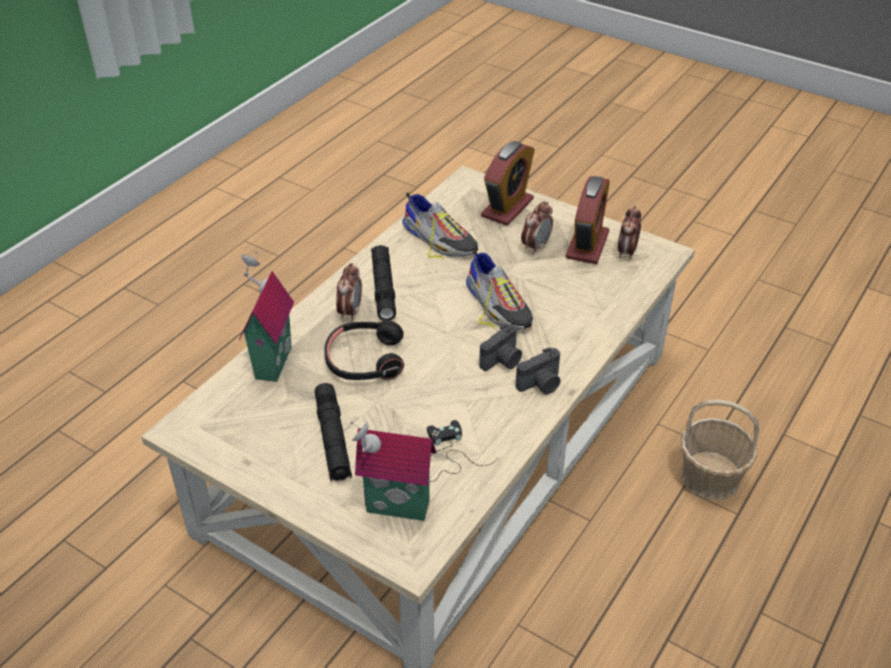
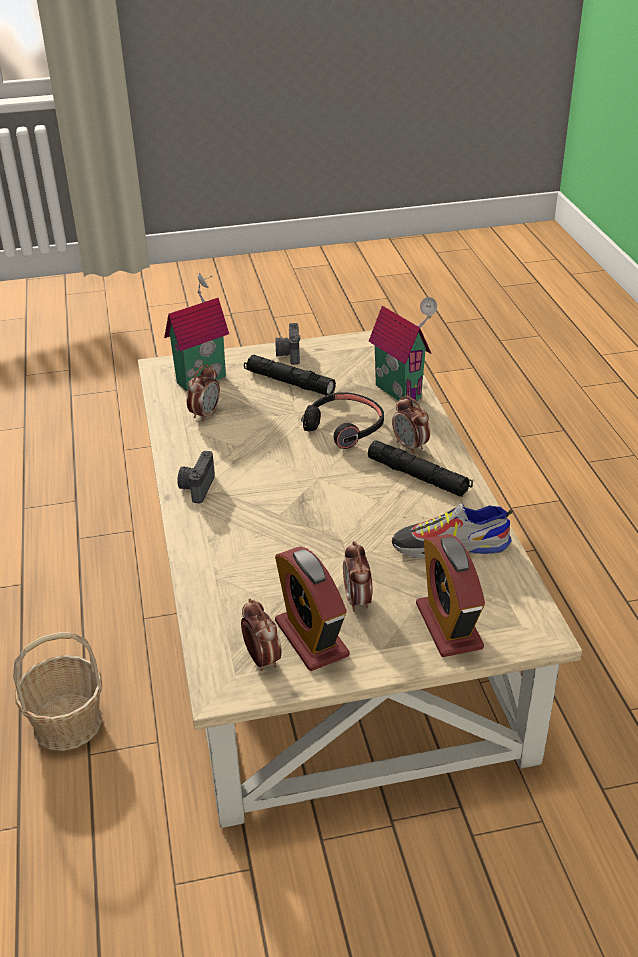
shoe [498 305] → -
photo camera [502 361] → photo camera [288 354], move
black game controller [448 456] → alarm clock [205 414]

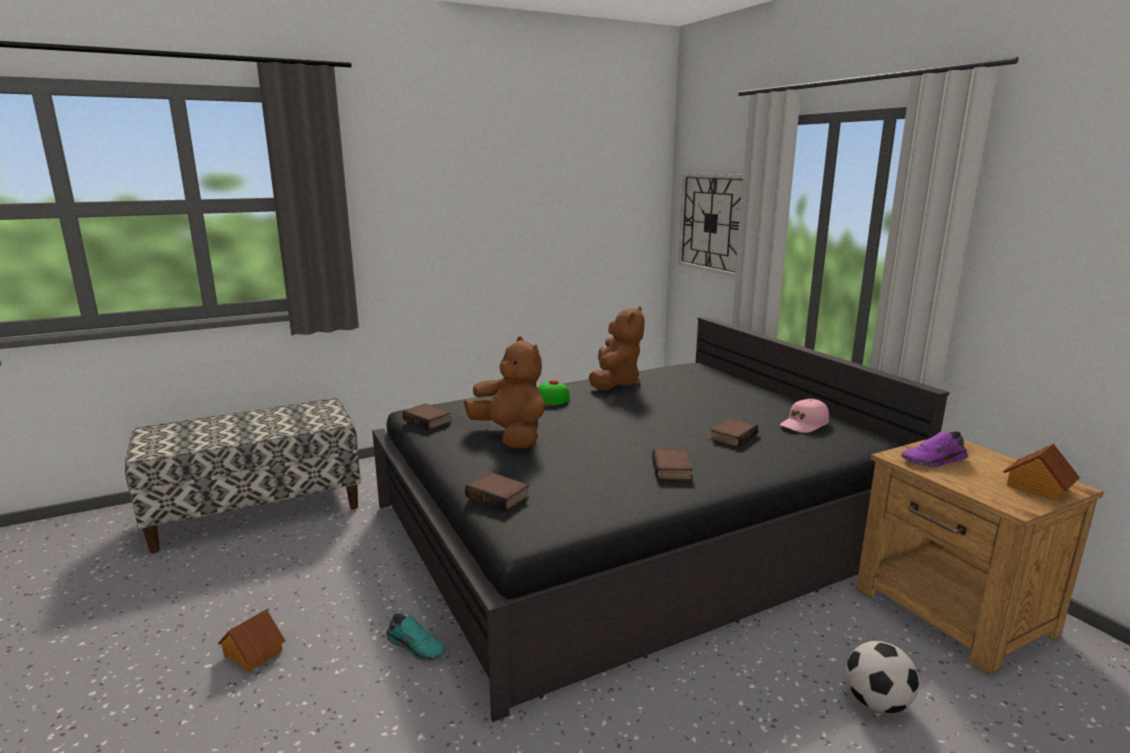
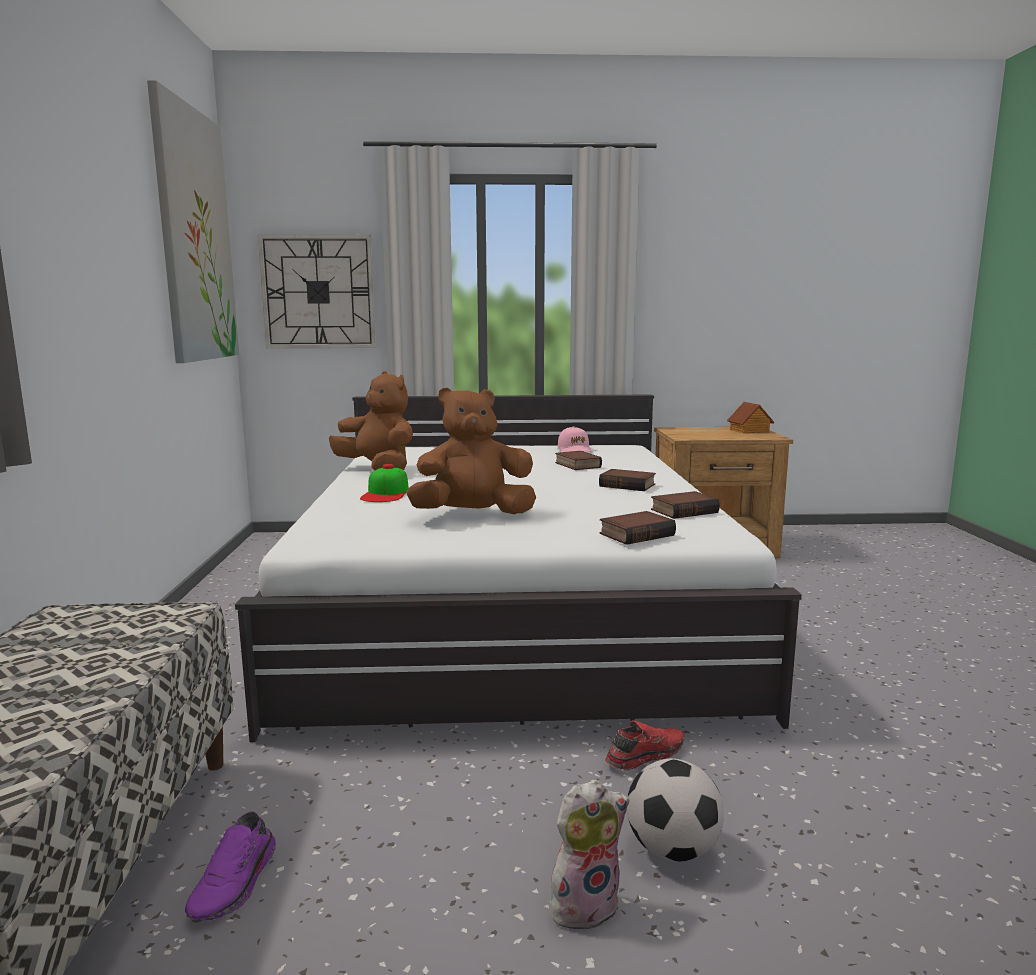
- → picture [195 236]
book [429 421] → book [684 510], move
football [876 702] → football [672 849], move
purple shoe [934 461] → purple shoe [236 884], move
toy house [252 653] → plush toy [584 904]
black bed [632 530] → white bed [511 604]
turquoise shoe [417 646] → red shoe [644 755]

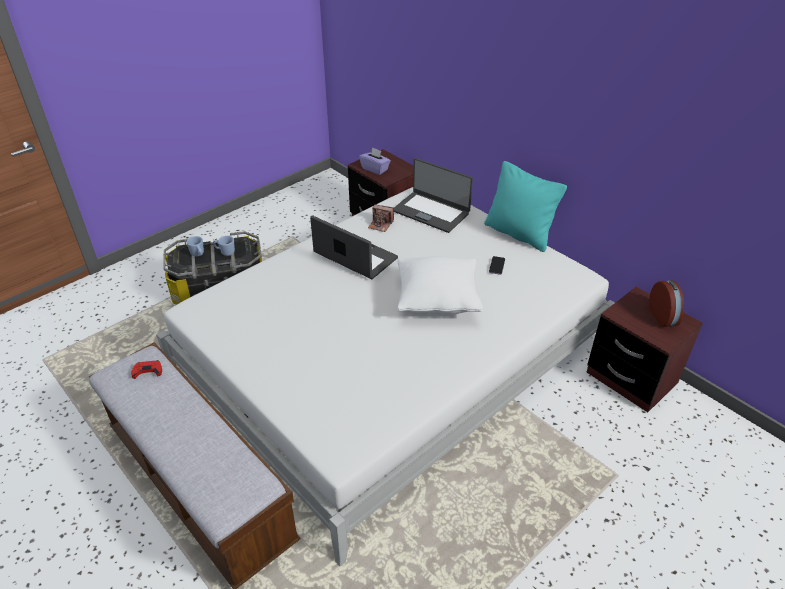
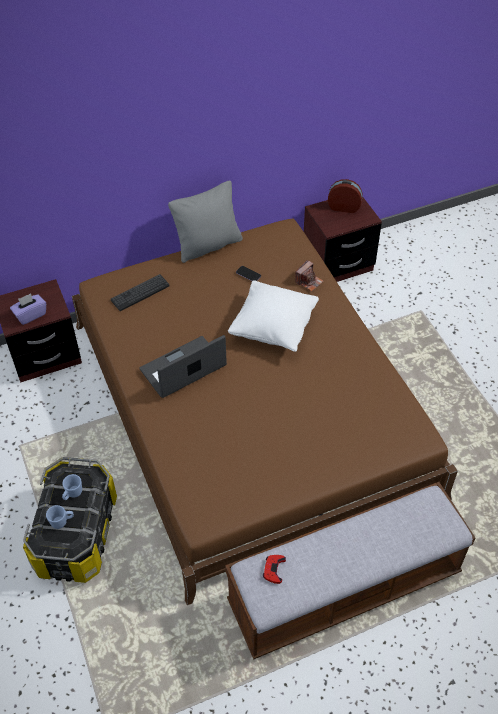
photo camera [380 224] → photo camera [309 281], move
laptop [431 212] → keyboard [140 293]
white bed [391 356] → brown bed [249 407]
turquoise pillow [519 234] → grey pillow [208 245]

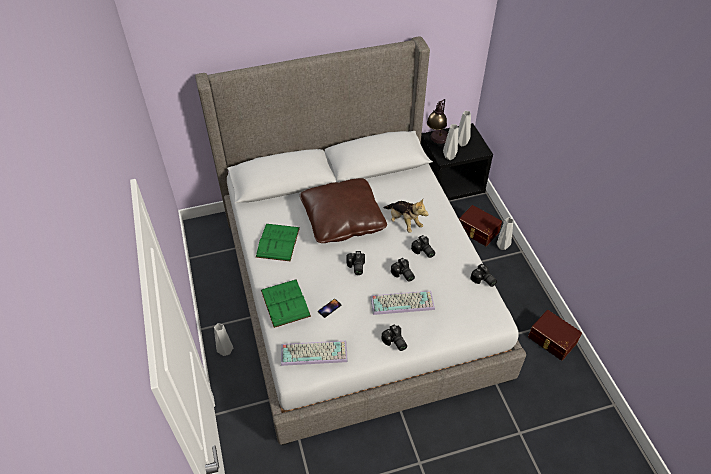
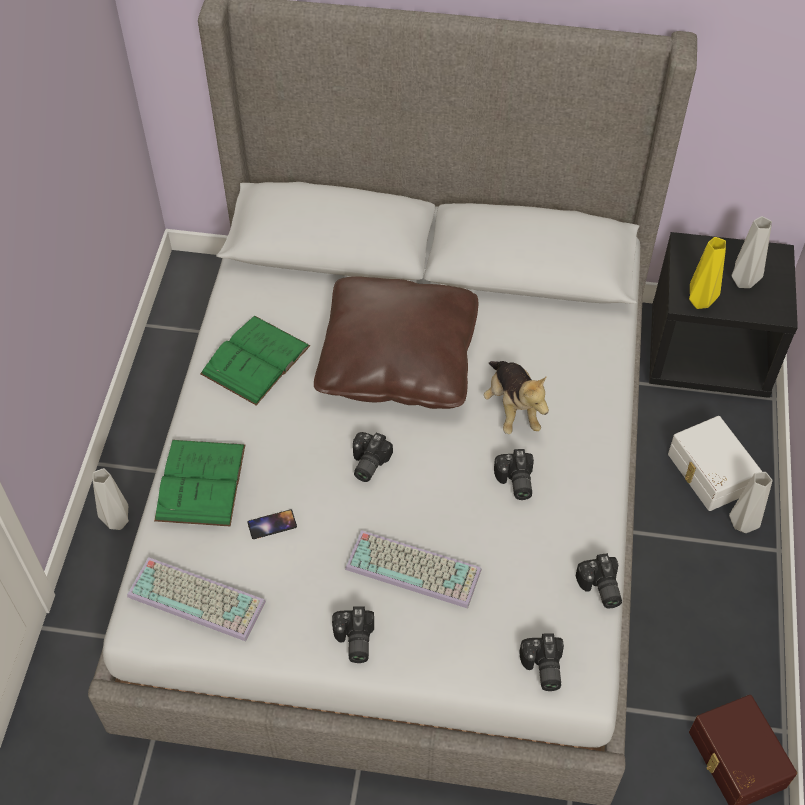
table lamp [437 141] → -
photo camera [403 275] → photo camera [541 669], move
grey vase [449 157] → yellow vase [699 302]
brown storage box [477 231] → white storage box [709 473]

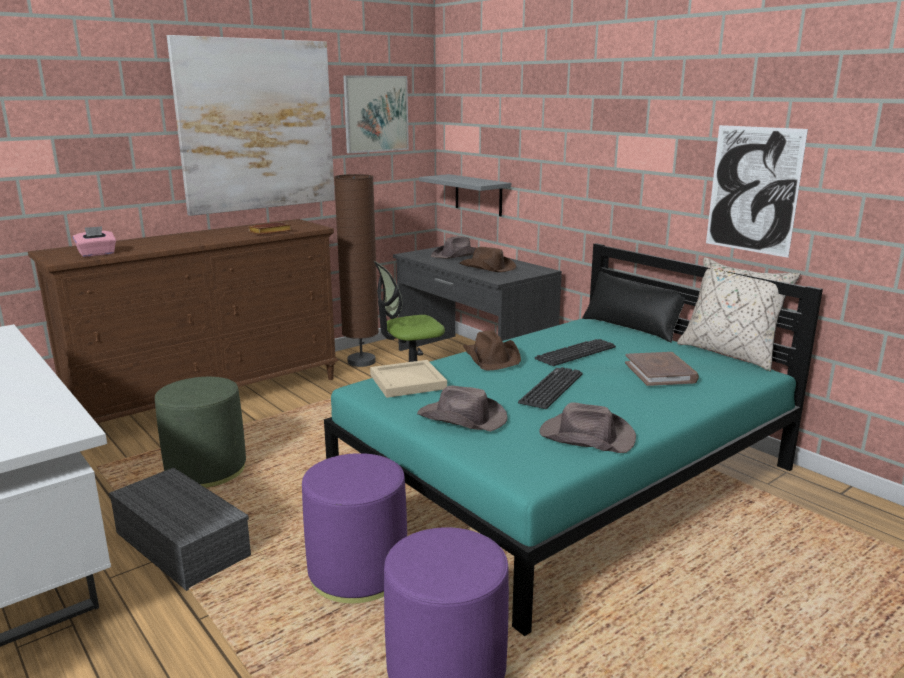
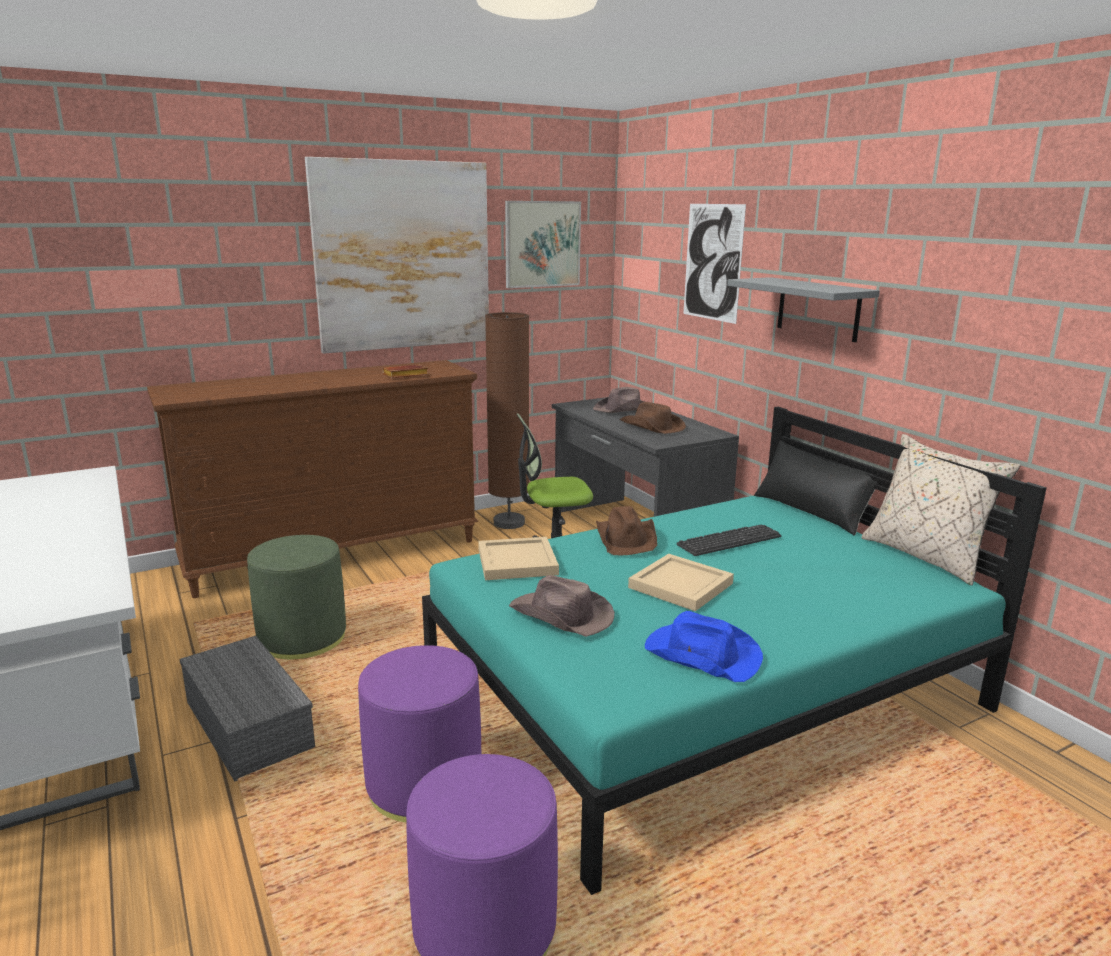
pink tissue box [97 254] → -
brown book [660 372] → -
grey shelf [478 195] → grey shelf [818 309], move
picture [753 190] → picture [712 262], move
keyboard [551 388] → beige tray [682 585]
brown hat [586 436] → blue hat [701 654]

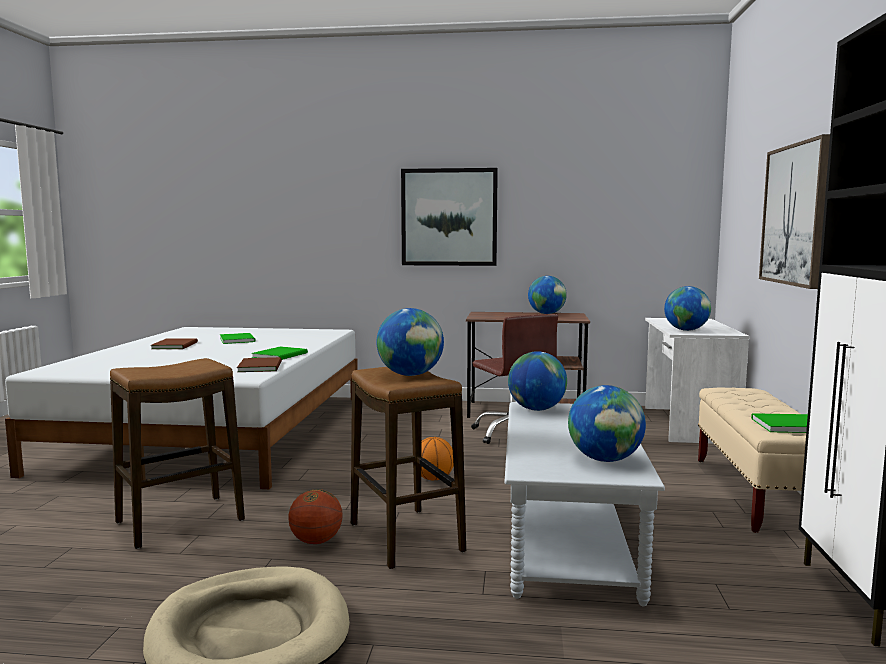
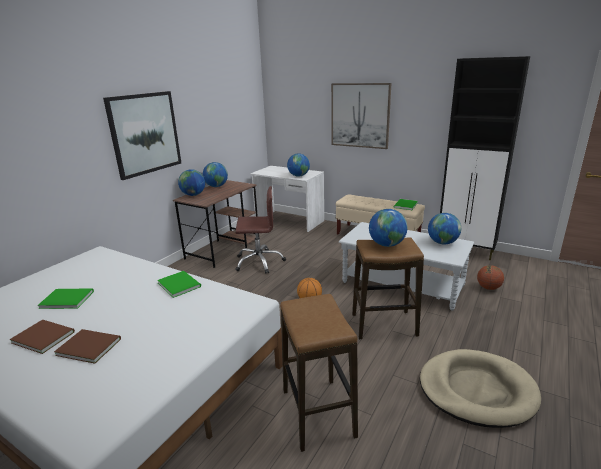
brown book [261 366] → brown book [88 346], move
basketball [316 541] → basketball [488 288], move
globe [536 409] → globe [193 195], move

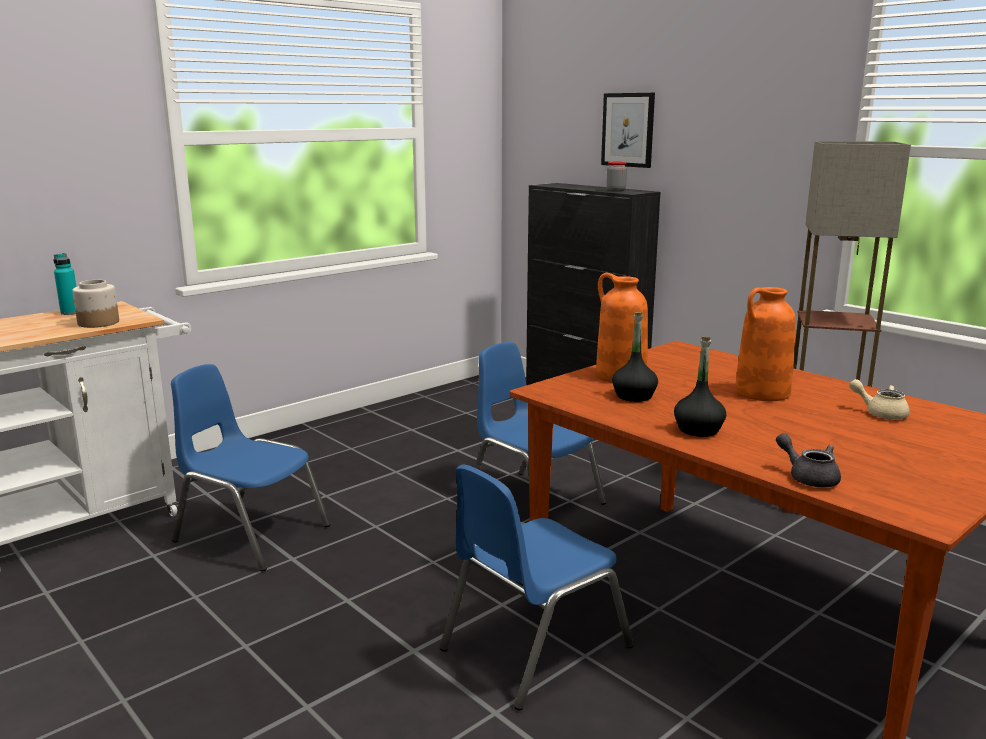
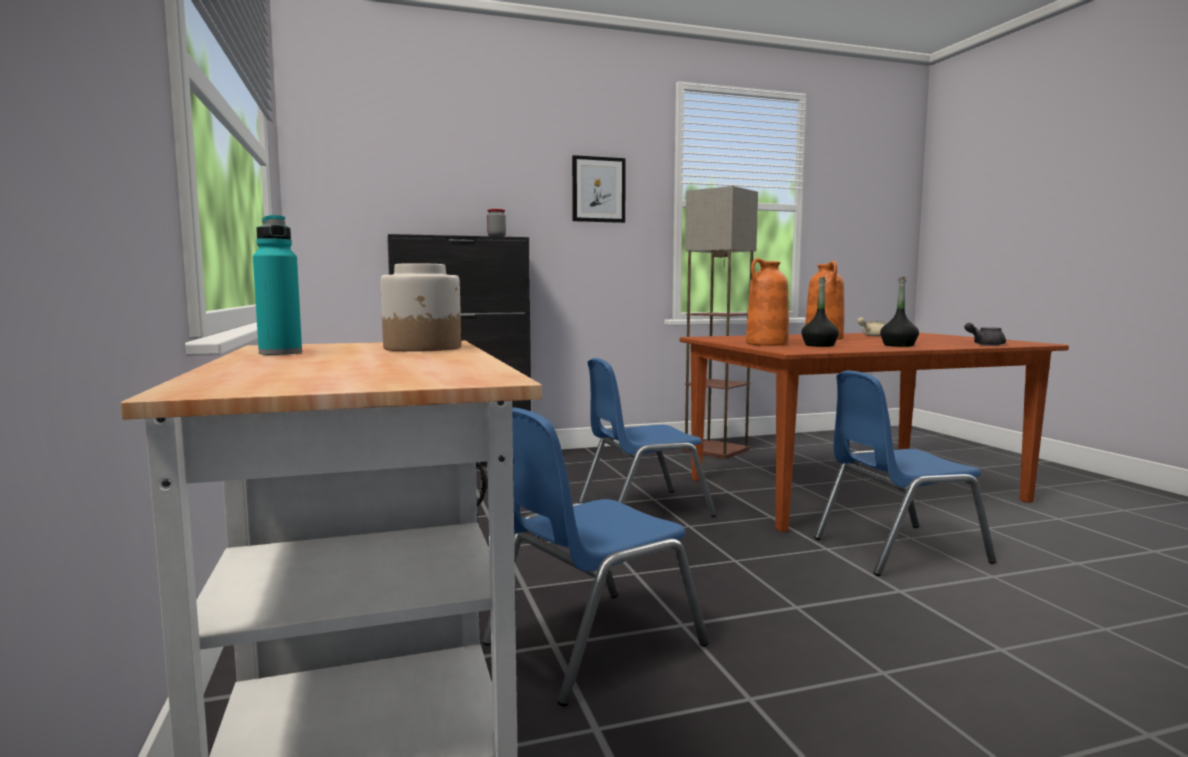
picture [628 130] → picture [598 189], move
blue chair [533 647] → blue chair [898 550], 90 degrees clockwise

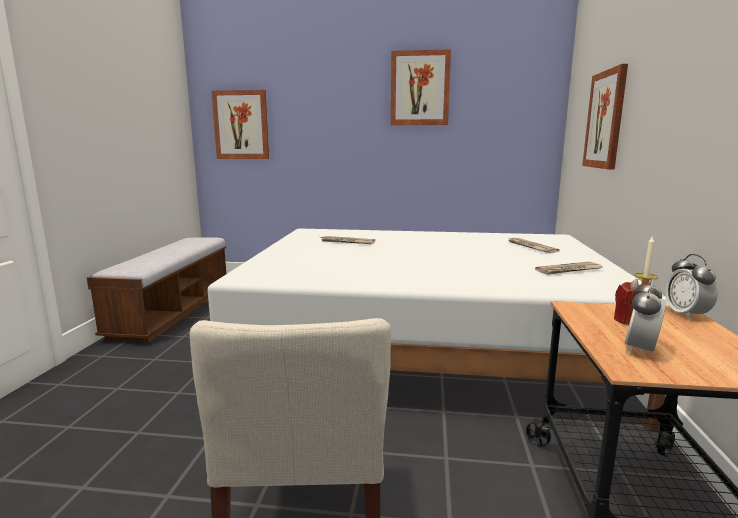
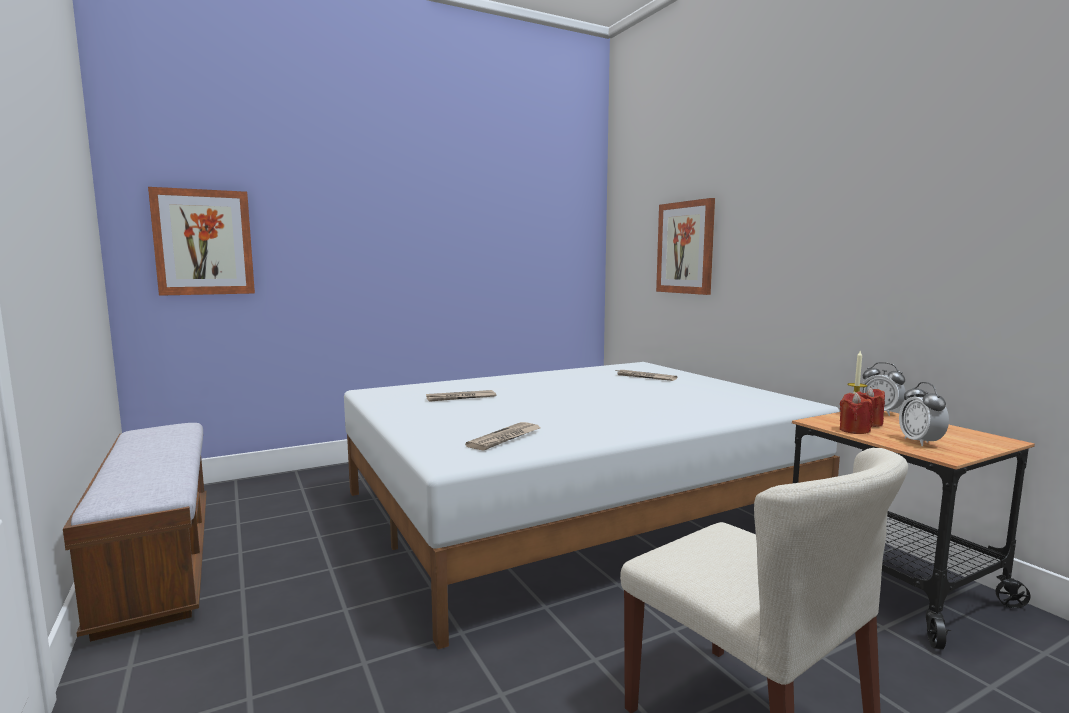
picture [420 88] → -
- → red candle [854 430]
newspaper [569 270] → newspaper [505 438], move

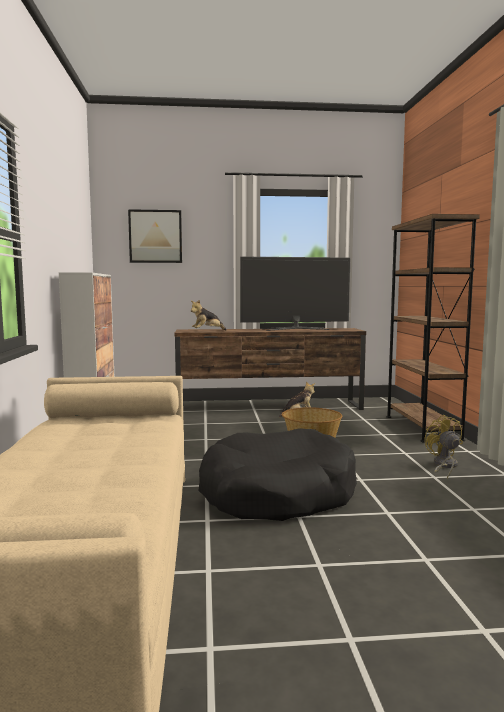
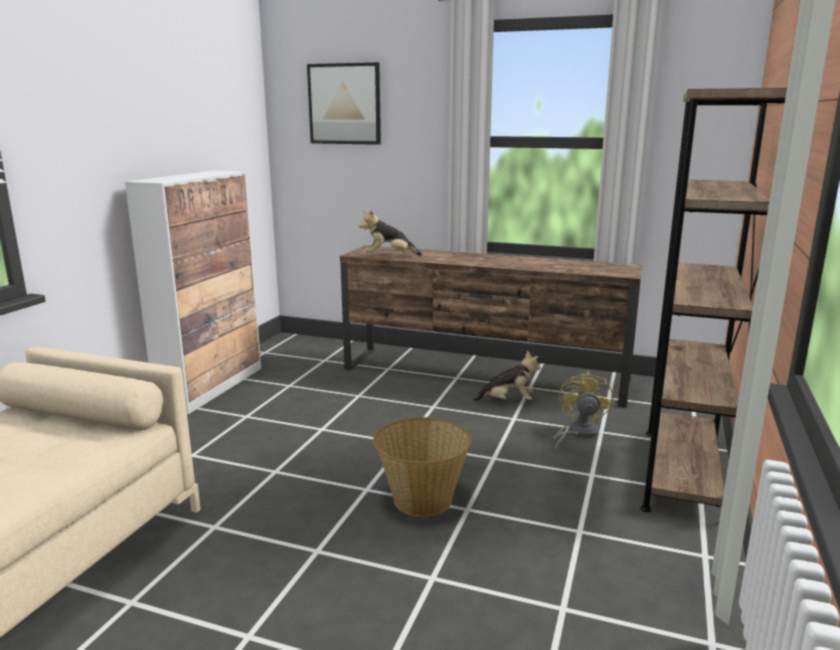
black dog bed [277 494] → -
television [295 329] → -
yellow fan [444 466] → yellow fan [578 433], move

